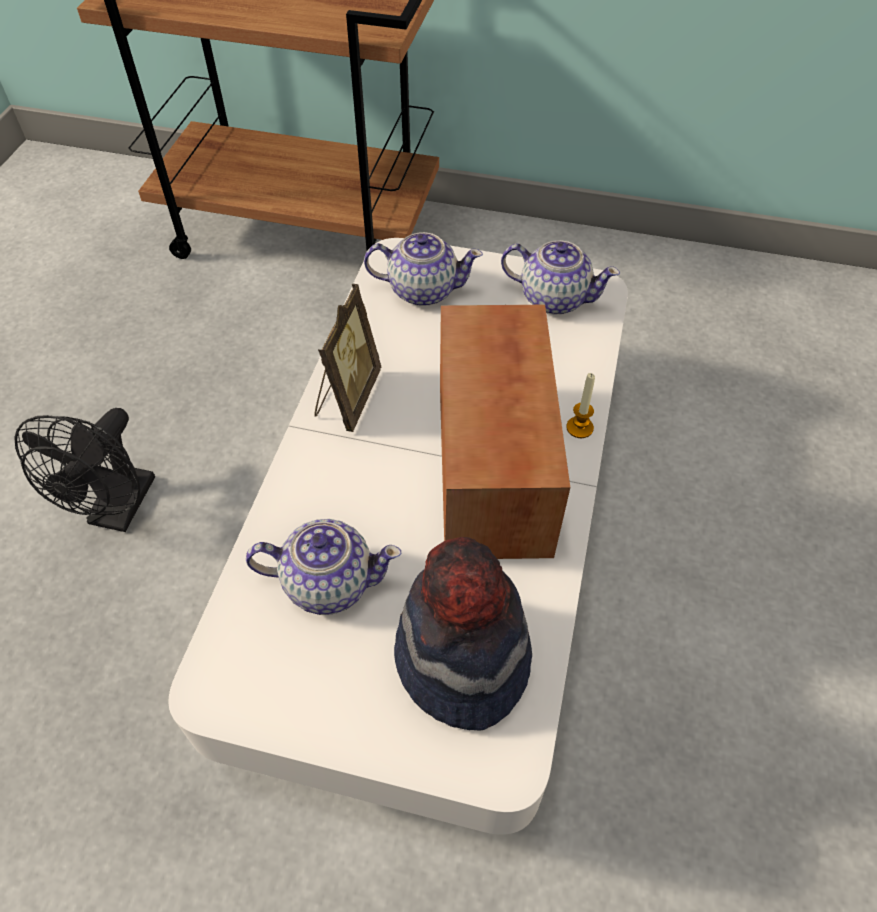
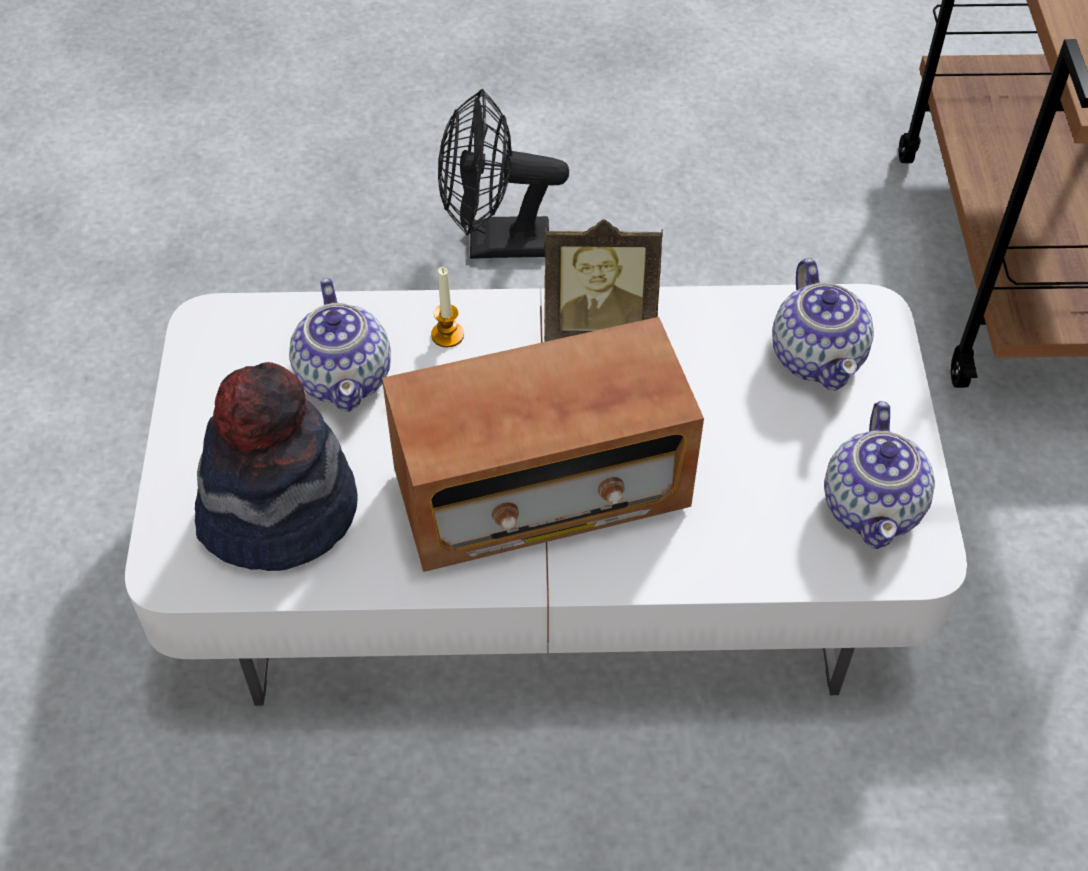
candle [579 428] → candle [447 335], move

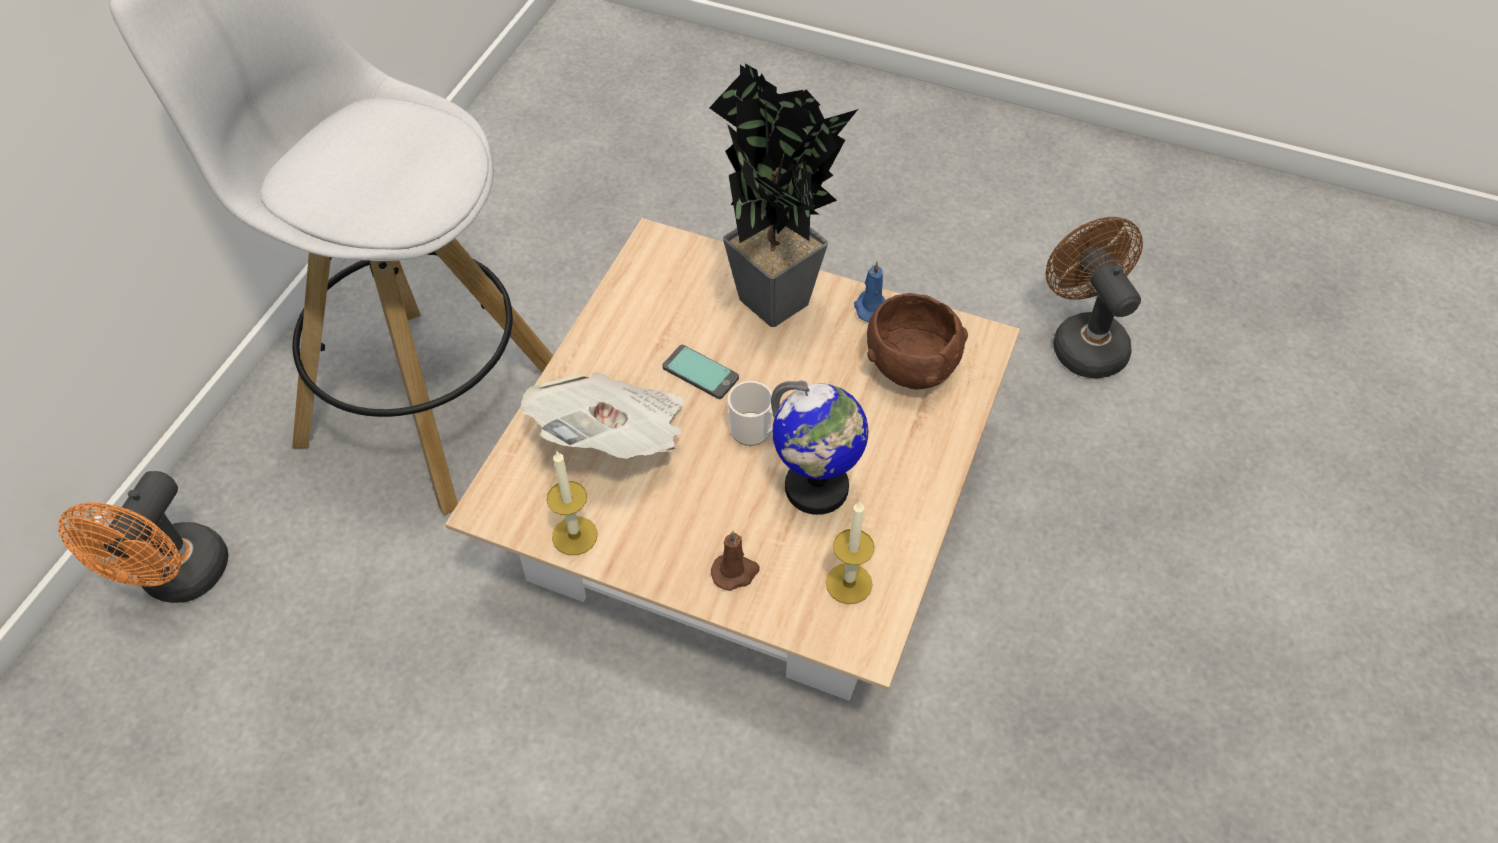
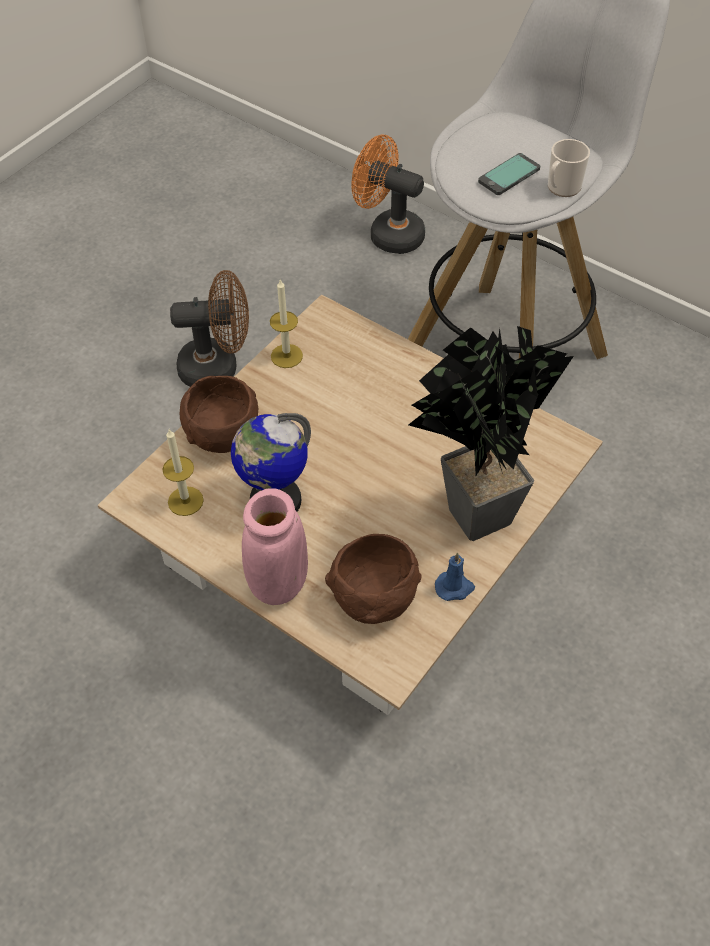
newspaper [615 438] → -
- → pink vase [279 583]
phone [700 372] → phone [509 175], move
mug [754 432] → mug [561 188], move
brown fan [1083 340] → brown fan [218 367], move
brown candle [735 572] → brown bowl [222 437]

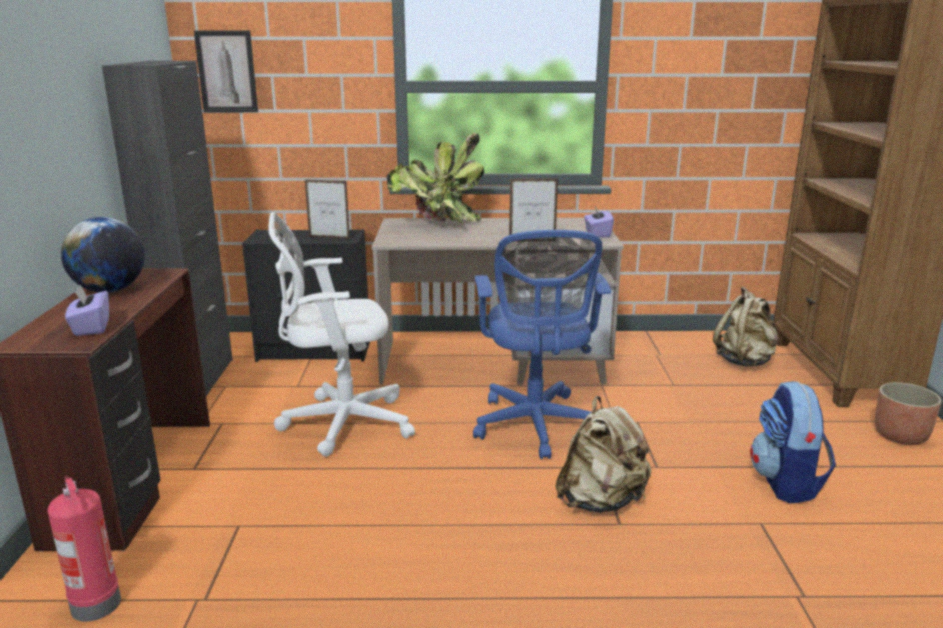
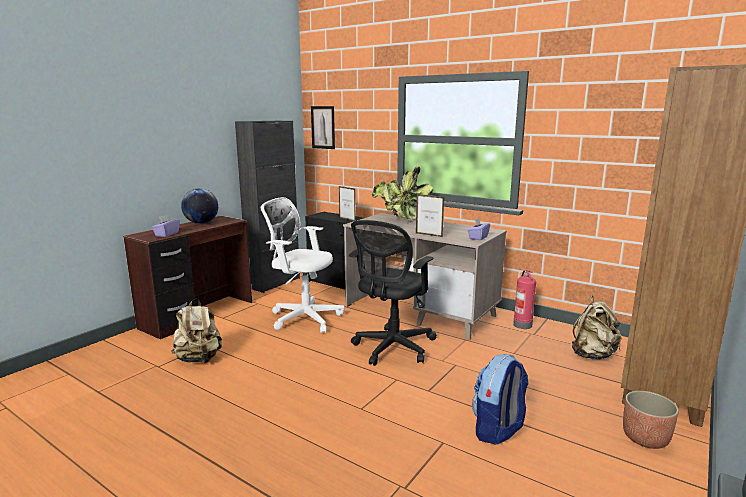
fire extinguisher [94 603] → fire extinguisher [522 324], move
beige backpack [601 501] → beige backpack [199 359], move
blue office chair [535 427] → black office chair [392 348]

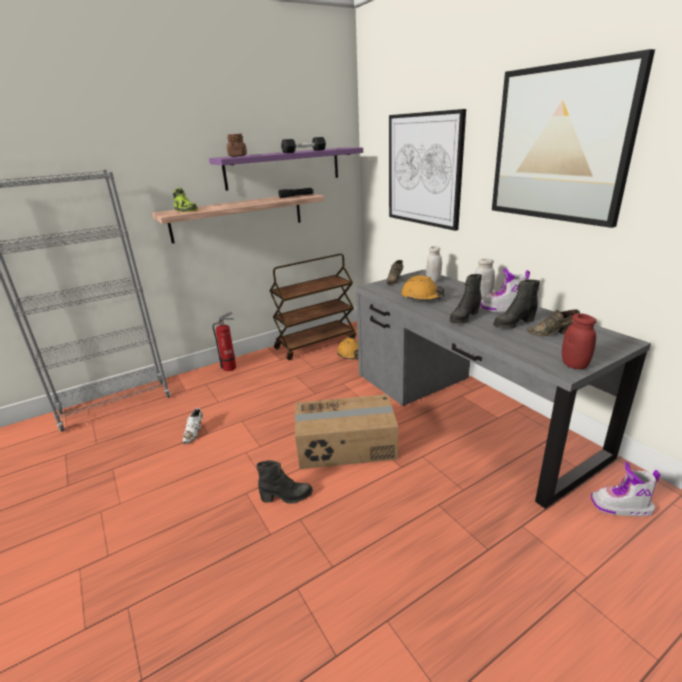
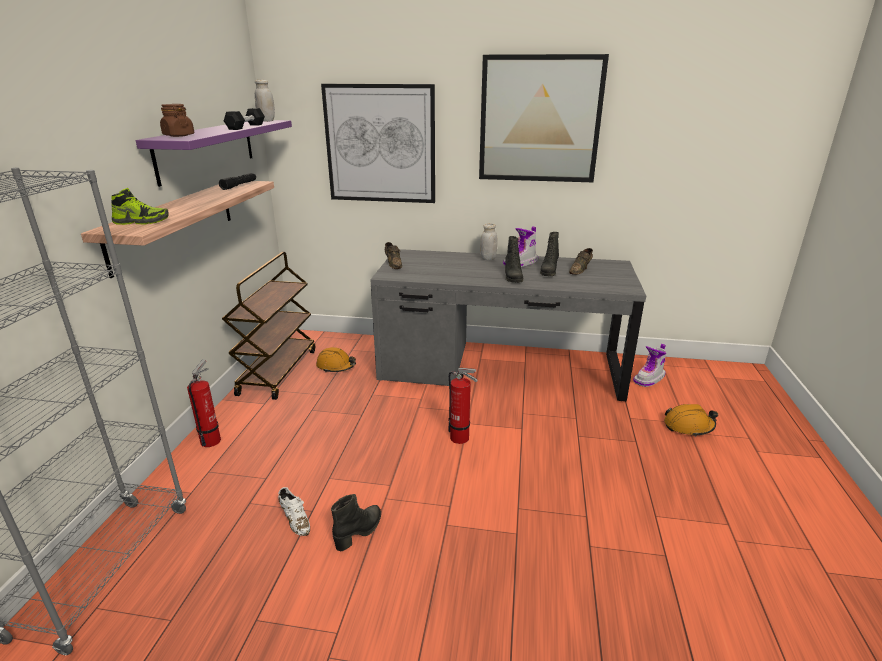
red jar [574 365] → -
black boot [286 497] → black boot [359 532], move
orange hard hat [422 297] → orange hard hat [688 426], move
white jar [433 280] → white jar [266 121], move
cardboard box [346 446] → fire extinguisher [461 438]

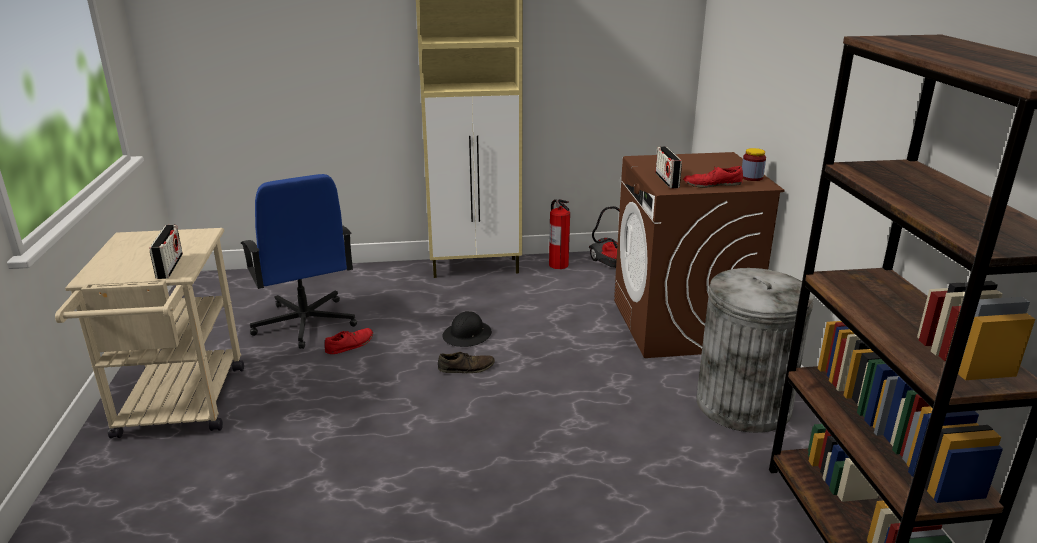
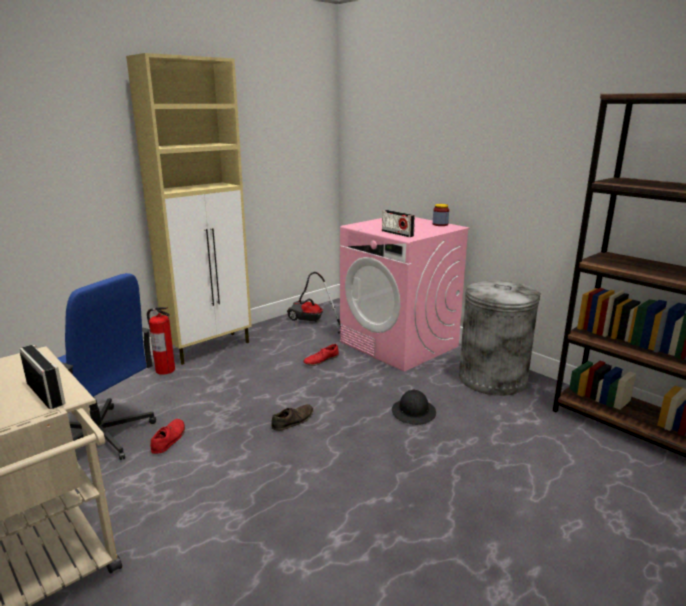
black hard hat [467 335] → black hard hat [414 412], move
fire extinguisher [558 264] → fire extinguisher [165 370], move
red shoe [712 184] → red shoe [321 360], move
brown washing machine [681 325] → pink washing machine [399 344]

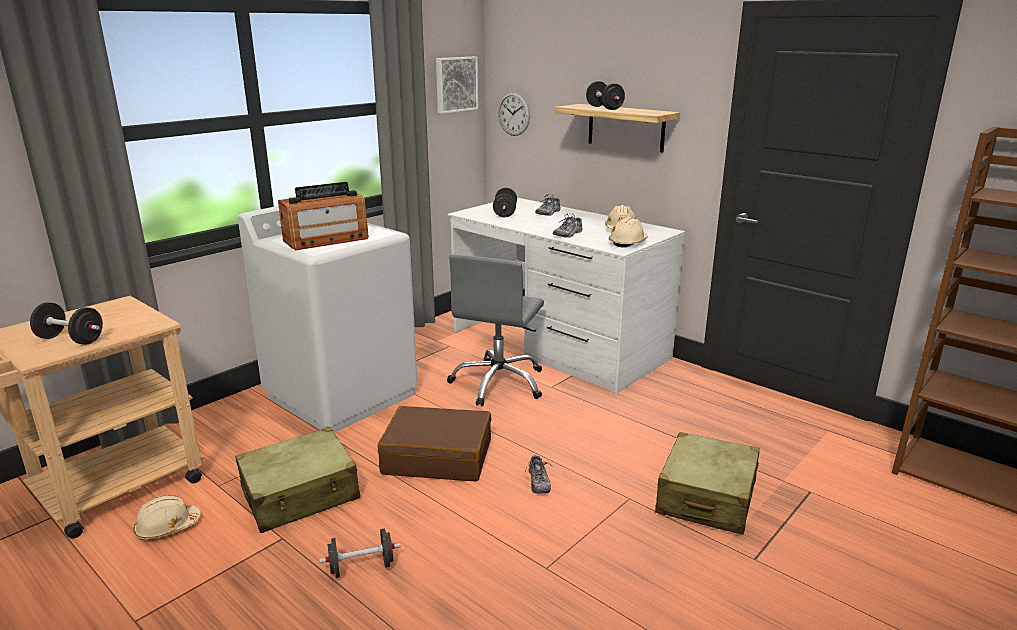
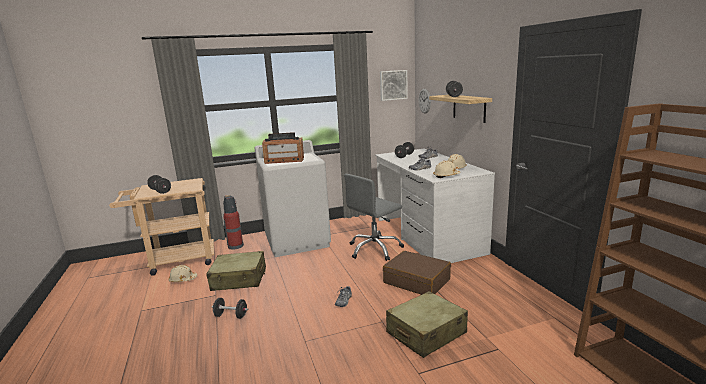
- → fire extinguisher [235 246]
brown suitcase [437 457] → brown suitcase [417 281], move

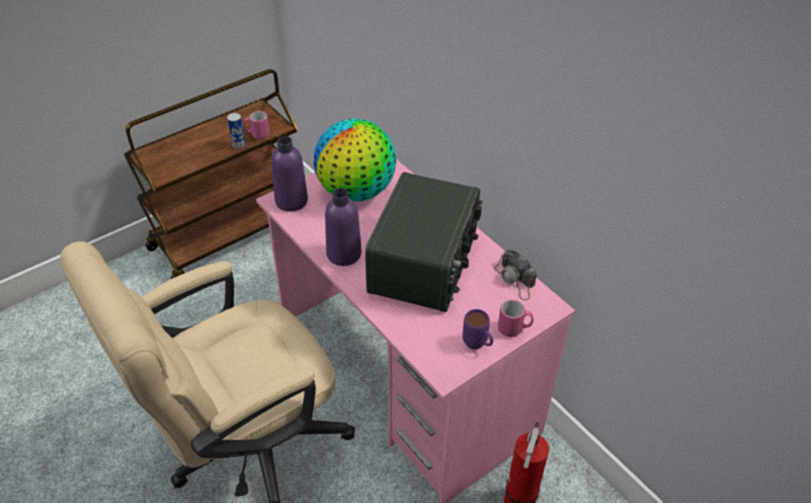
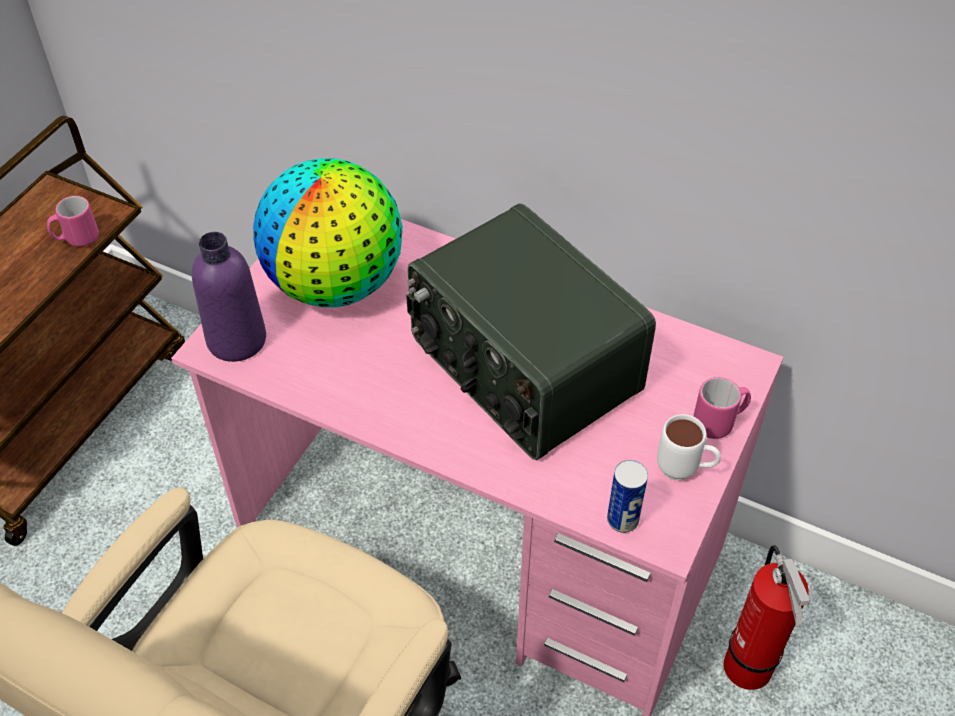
purple bottle [344 254] → -
photo camera [515 280] → -
can [238 145] → can [622 520], move
purple mug [477 346] → white mug [684 471]
radio [425 263] → radio [522 367], 150 degrees clockwise

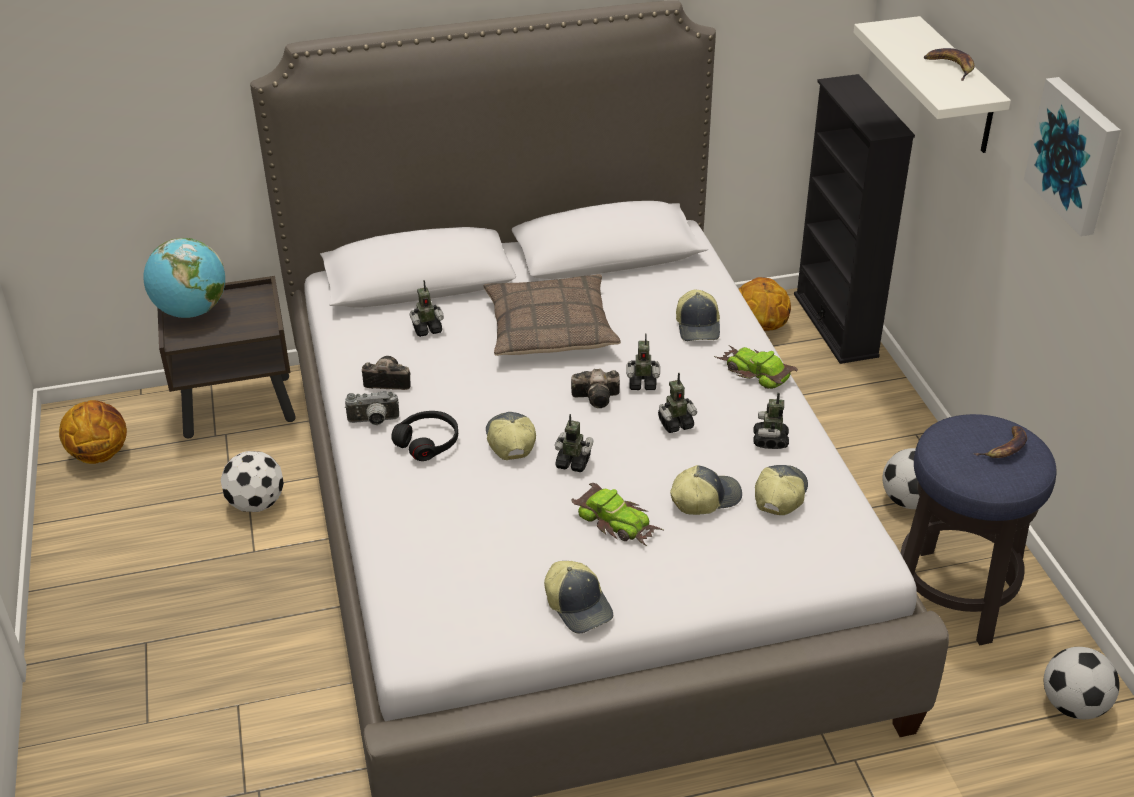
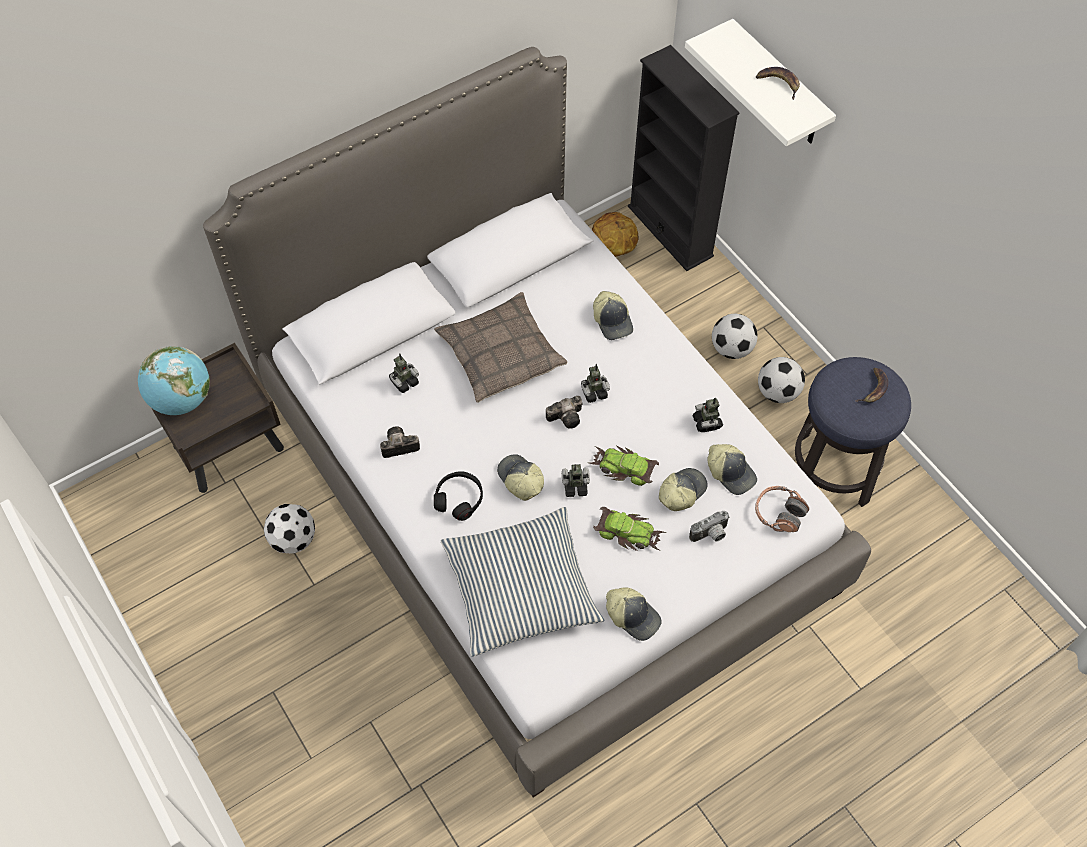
basketball [100 454] → -
toy robot [675 424] → -
picture [1076 155] → -
- → pillow [520 588]
- → headphones [779 513]
photo camera [373 422] → photo camera [710 535], move
toy car [754 372] → toy car [623 468], move
football [1073 705] → football [731 349], move
cap [779 495] → cap [731 472], 135 degrees clockwise

